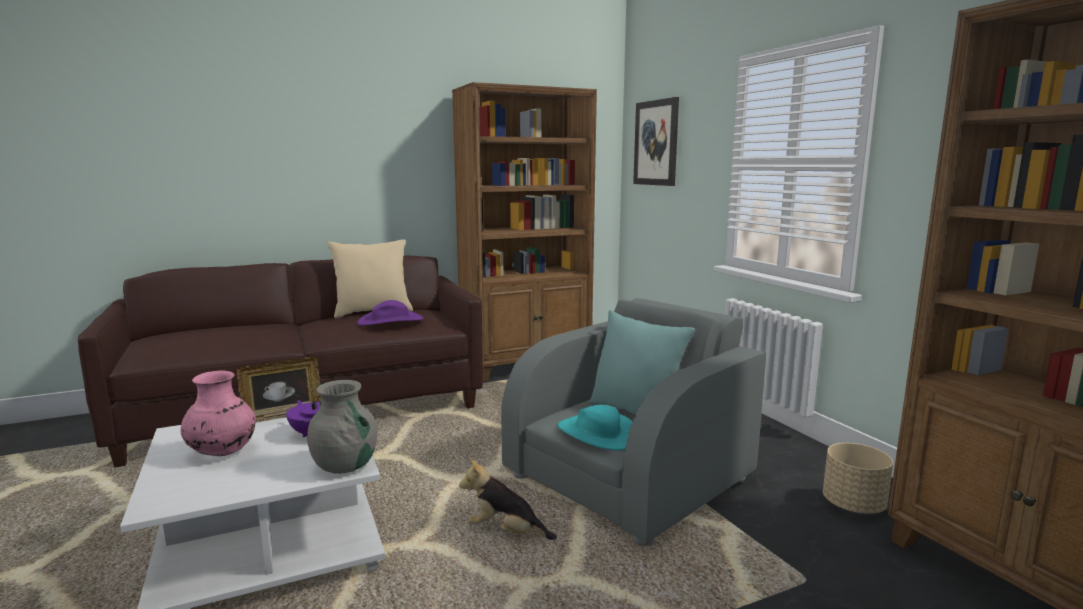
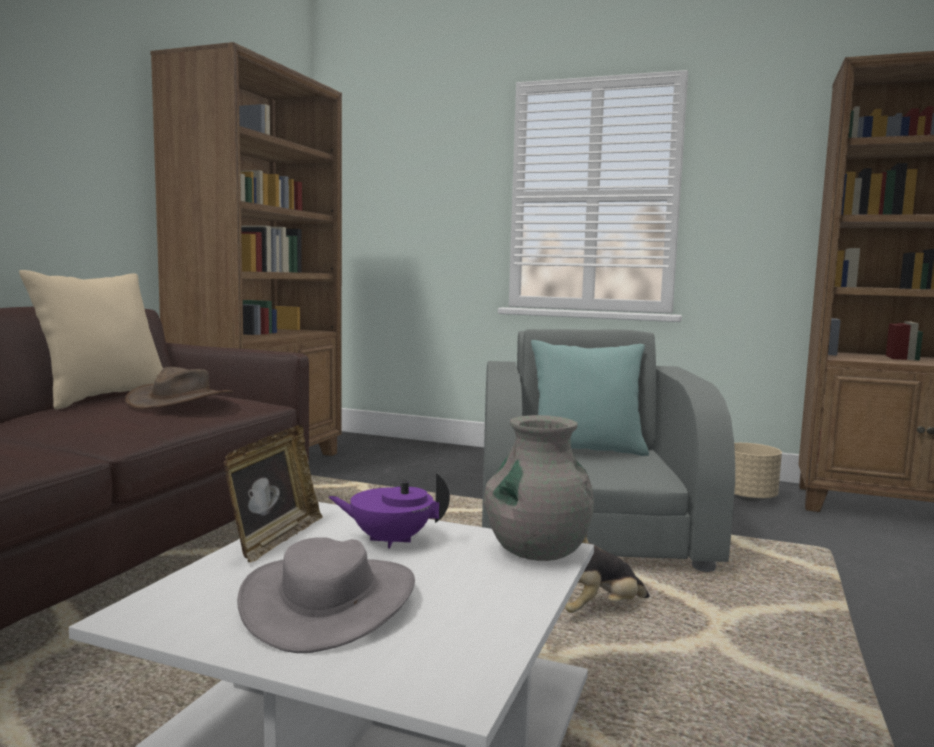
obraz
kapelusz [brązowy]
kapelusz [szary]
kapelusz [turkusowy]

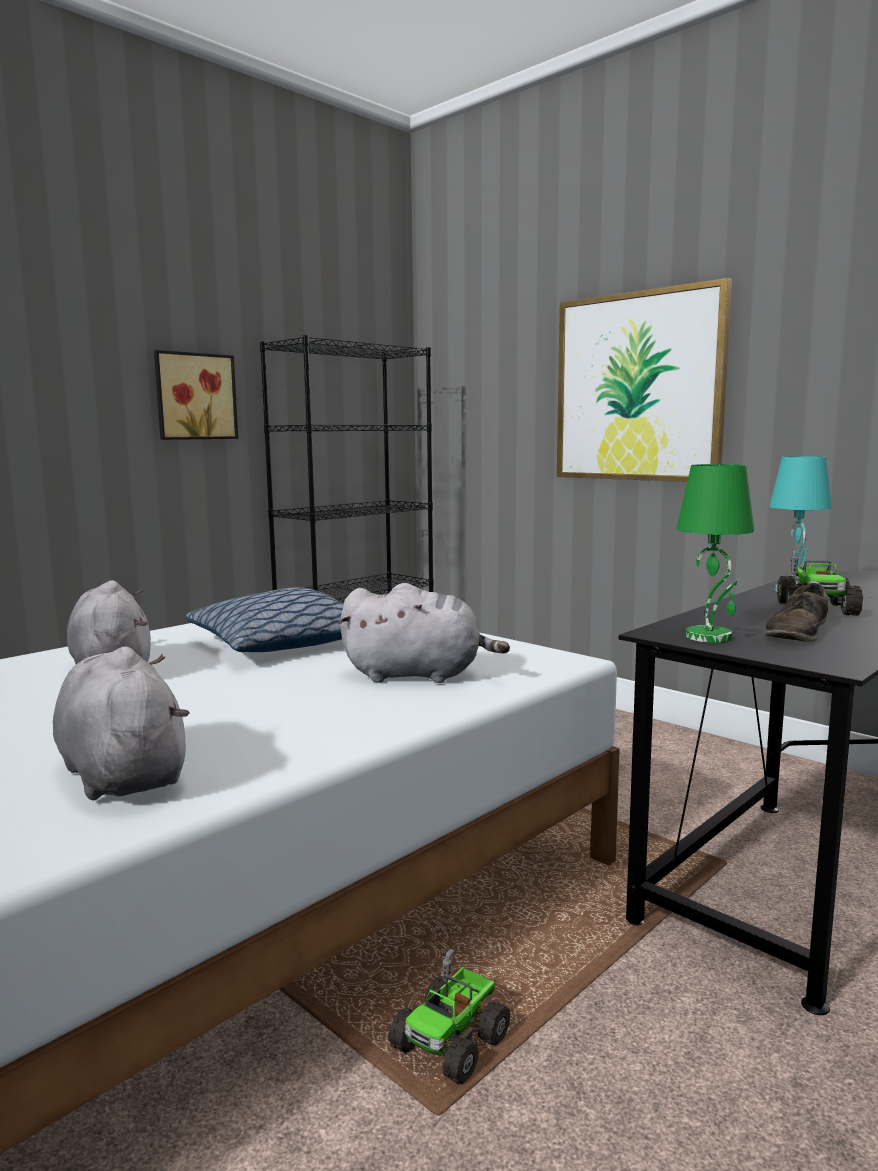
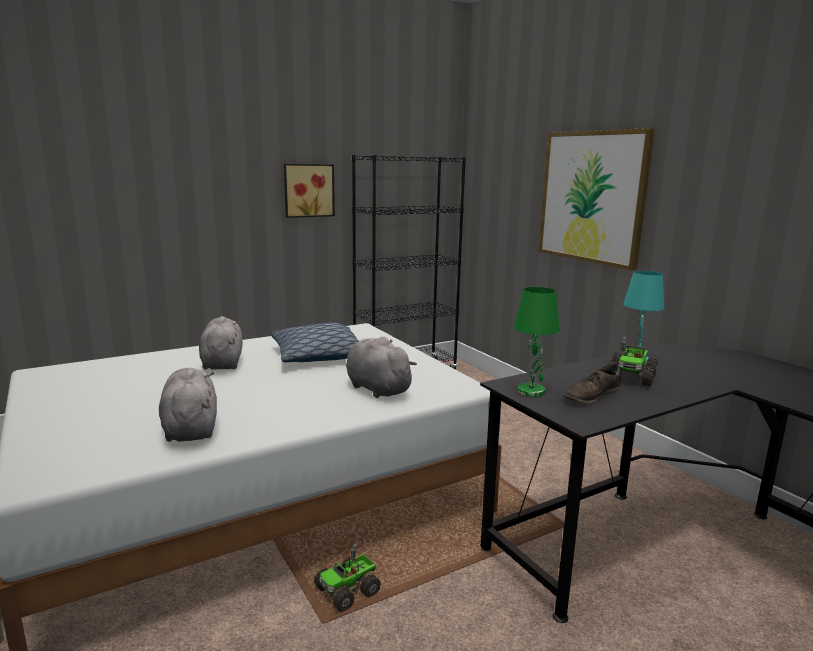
pluszak [szary] (no. 3 from left)

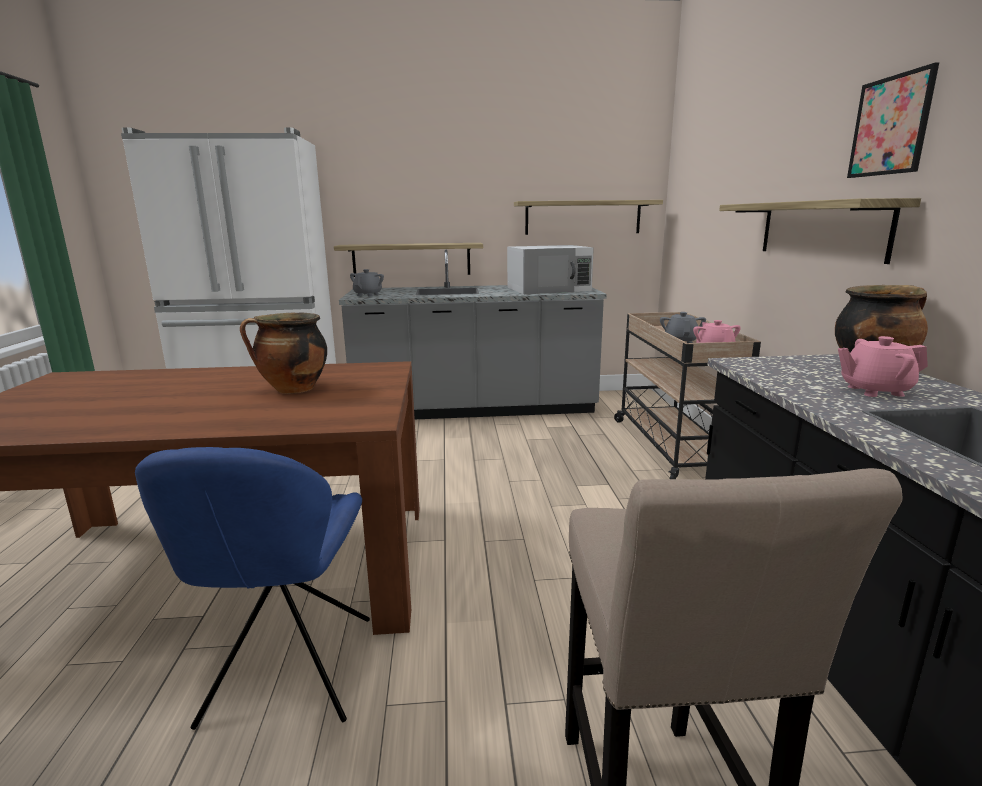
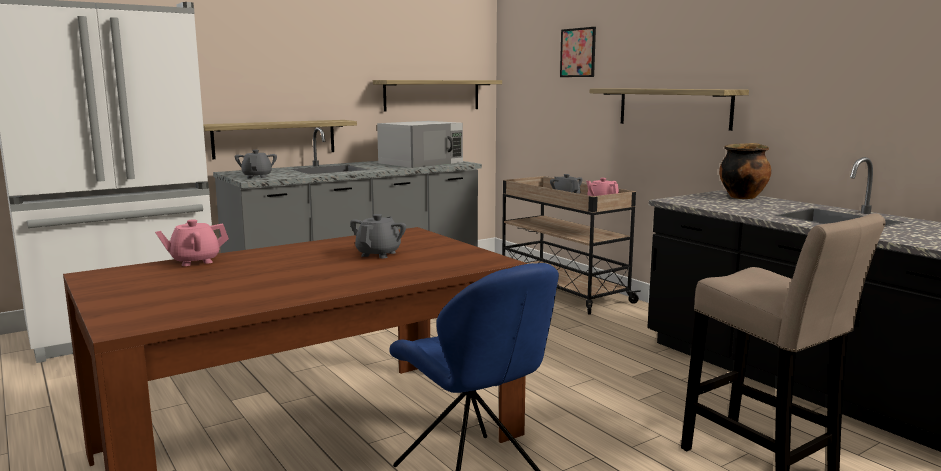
obraz
imbryk [szary] (no. 2 from left)
imbryk [różowy] (no. 1 from left)

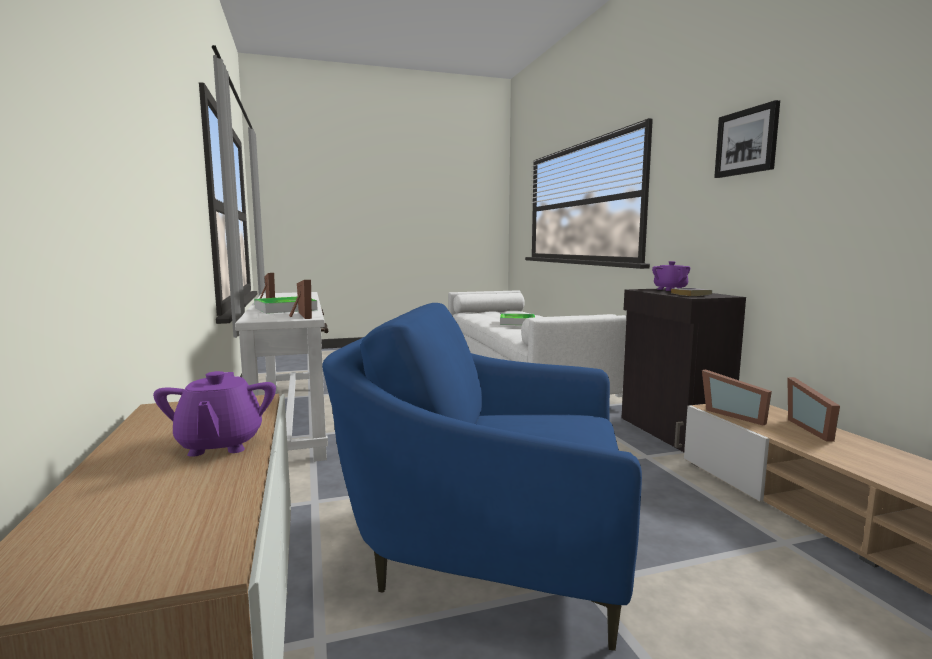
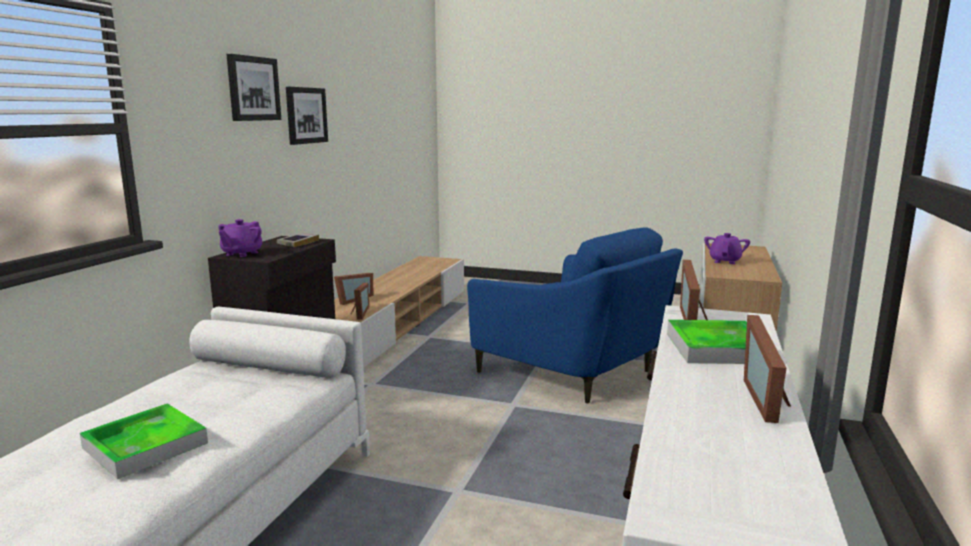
obraz (no. 2 from left)

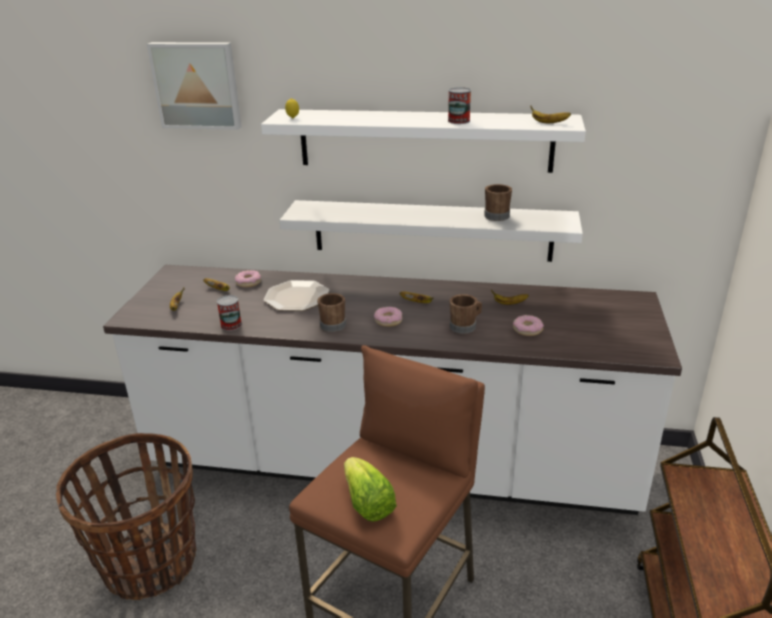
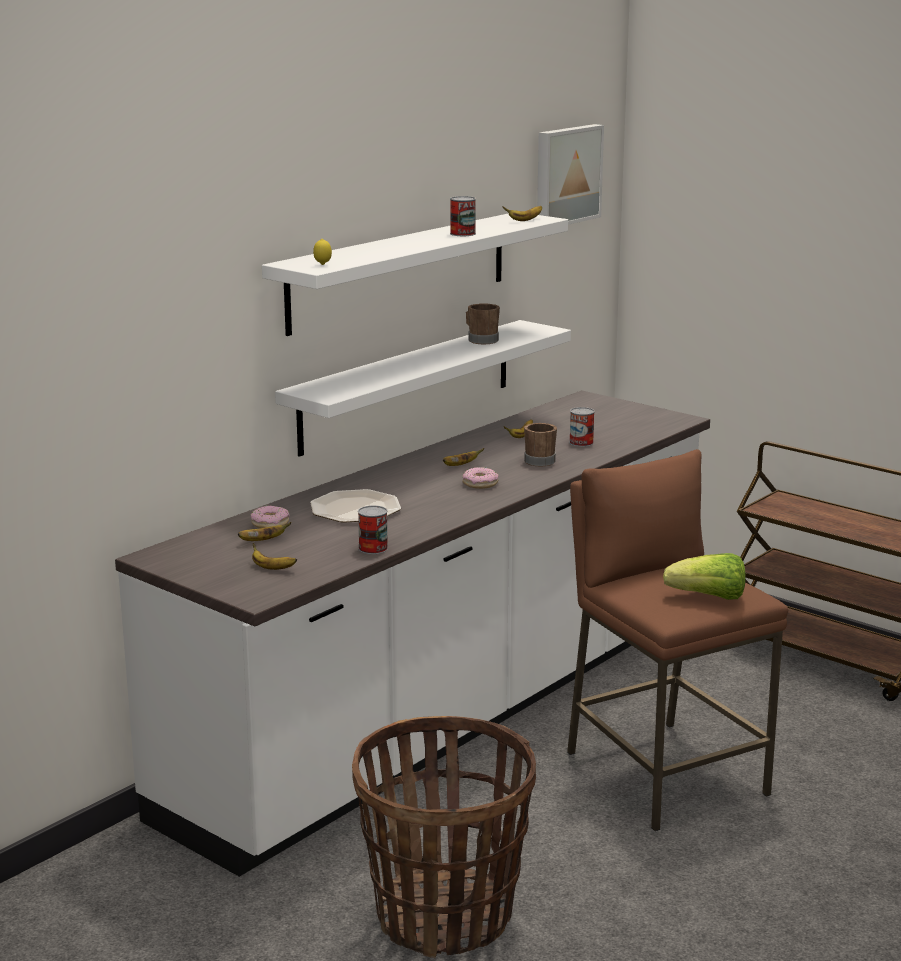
obraz
kubek [brązowy] (no. 1 from left in the first image)
puszka (no. 3 from left)

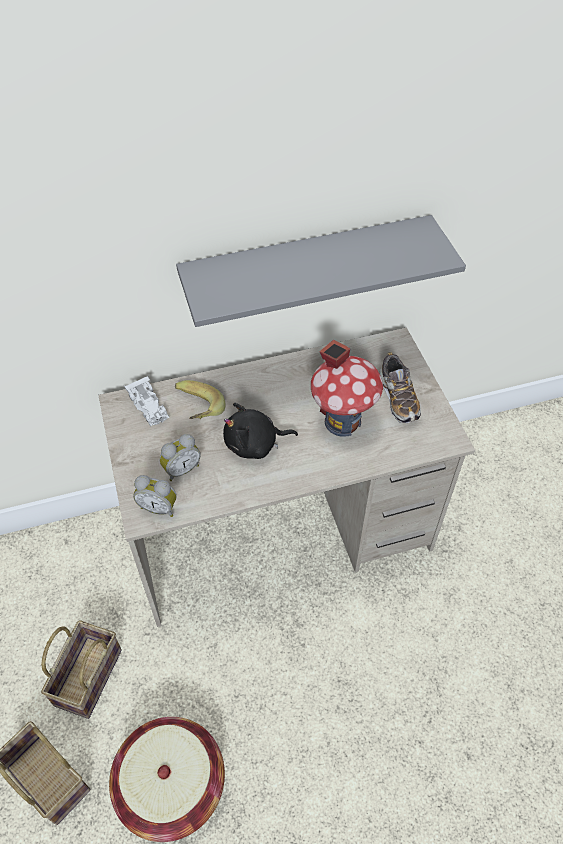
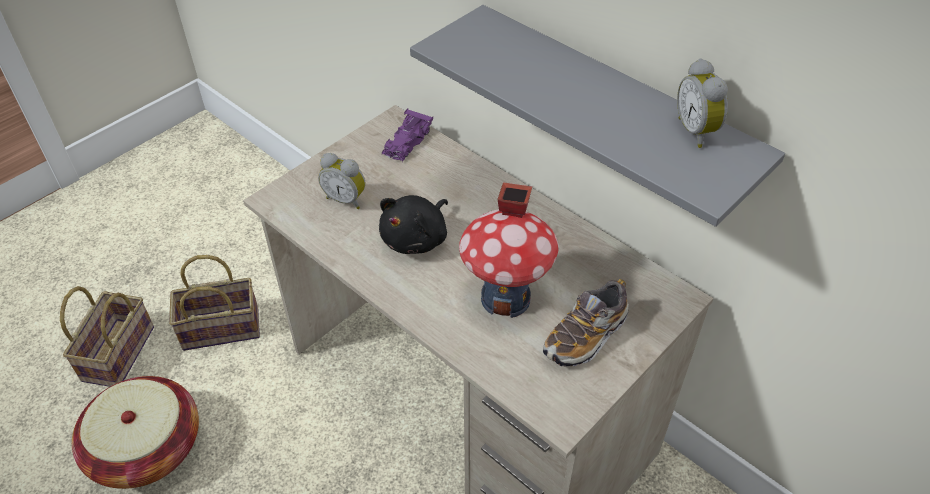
samochodzik [fioletowy]
banan
pluszak [czarny]
budzik (no. 2 from left)

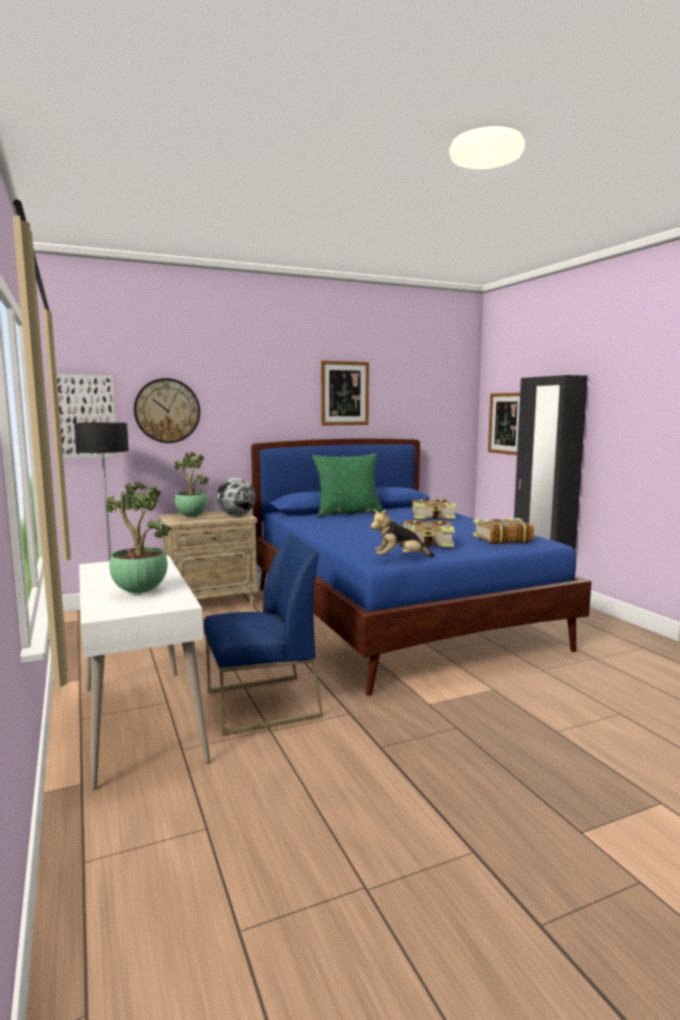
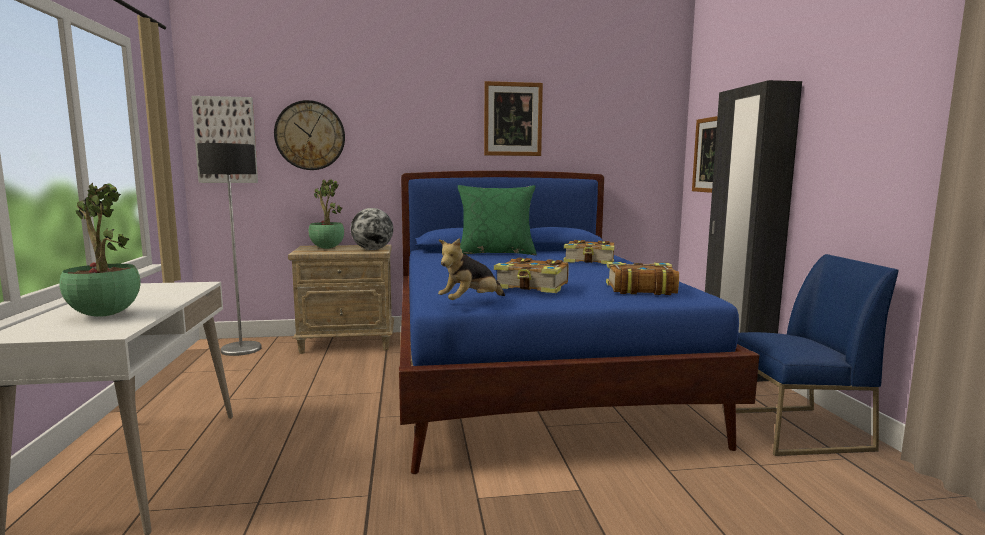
pluszak
krzesło [niebieski]

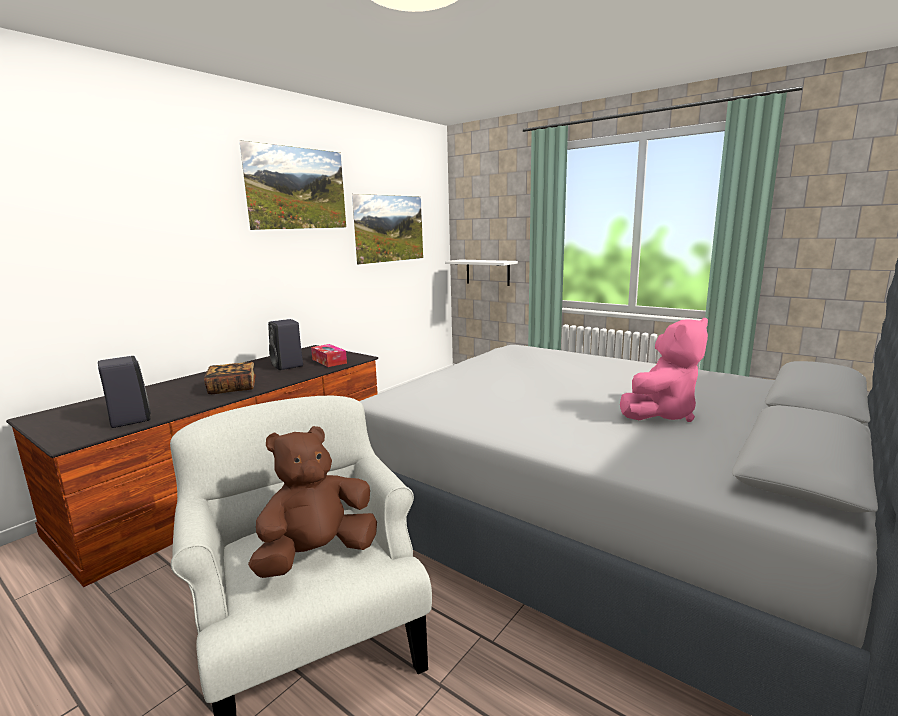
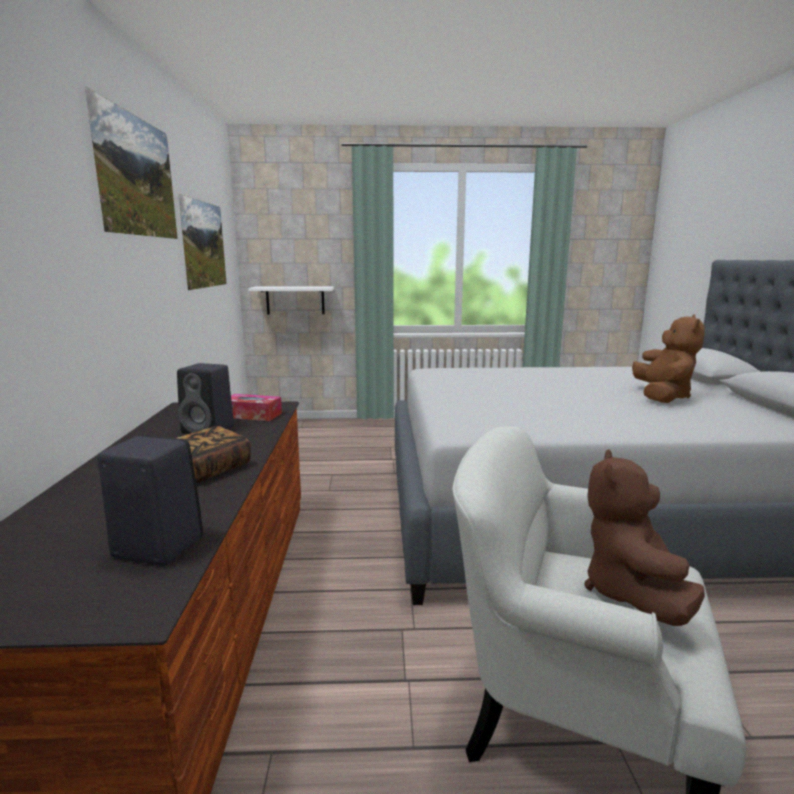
pluszak [brązowy] (no. 2 from left)

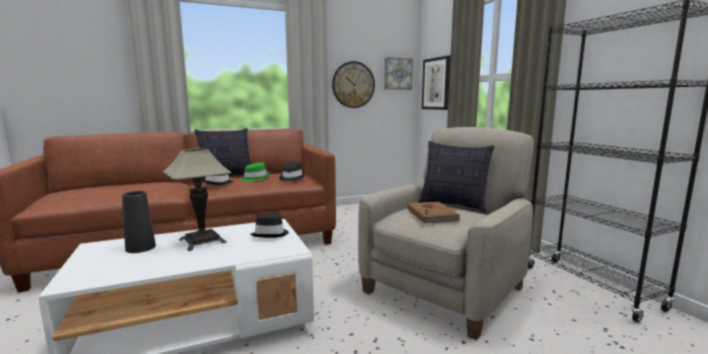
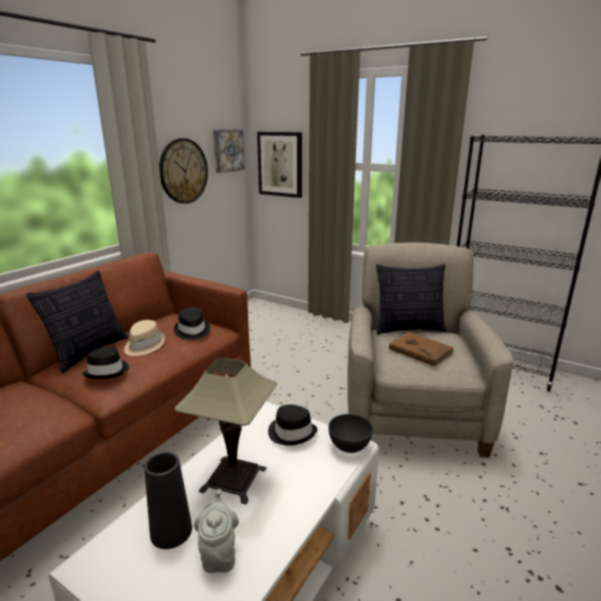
kapelusz [beżowy]
miska [szary]
imbryk [szary]

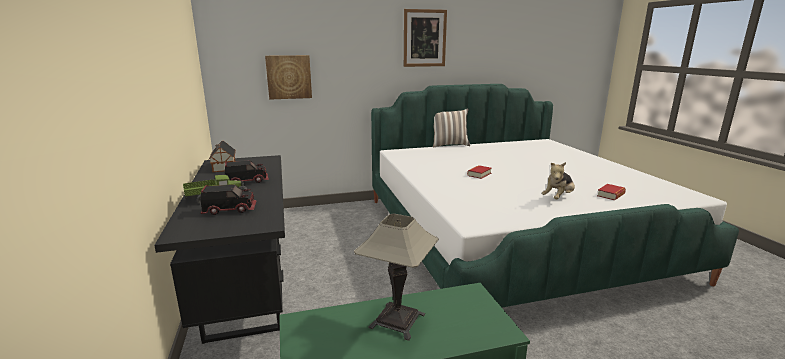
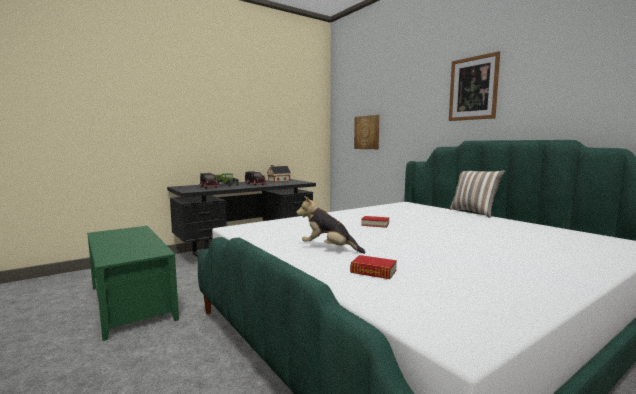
lampa stołowa

